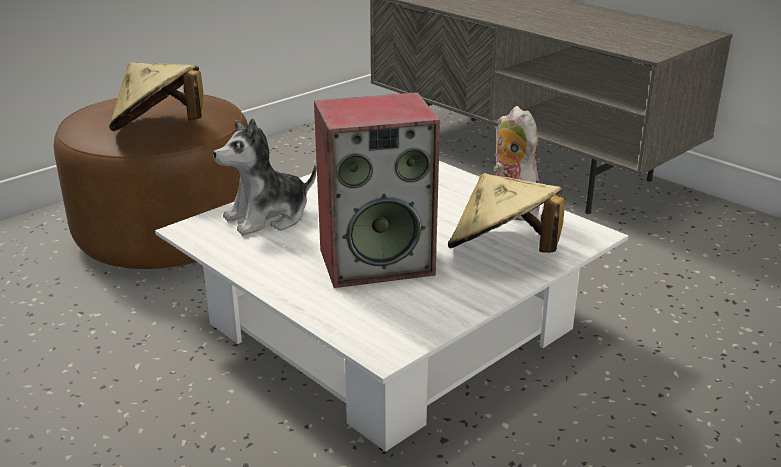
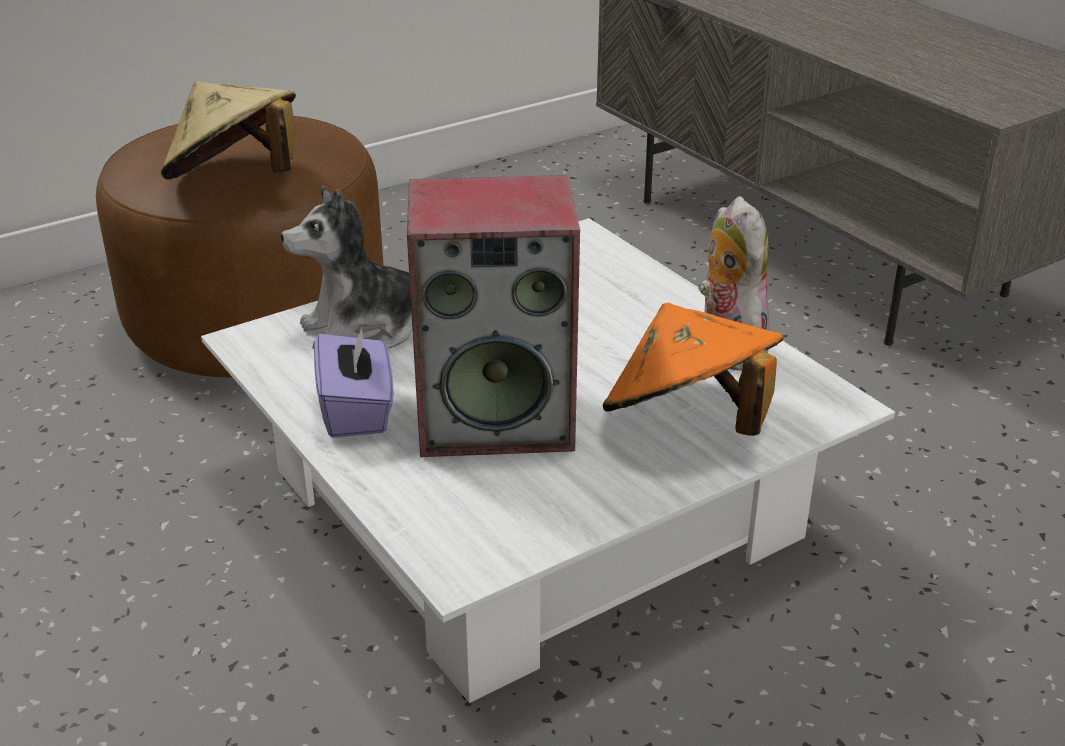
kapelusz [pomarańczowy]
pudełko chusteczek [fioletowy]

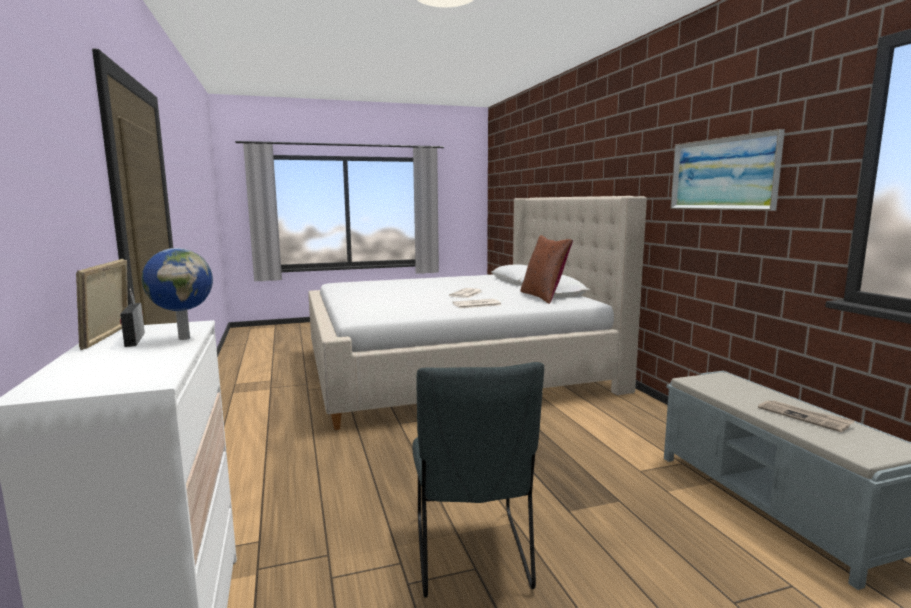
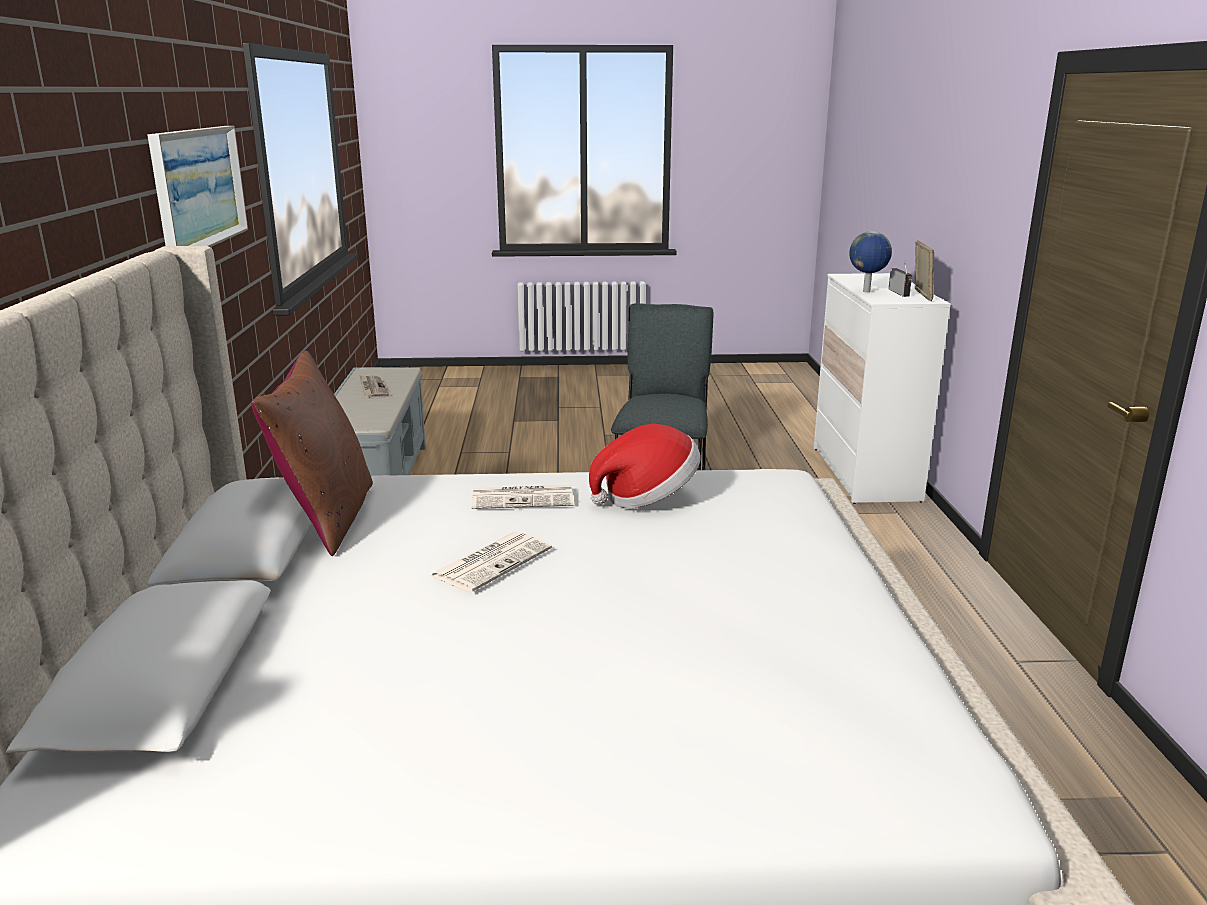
kapelusz

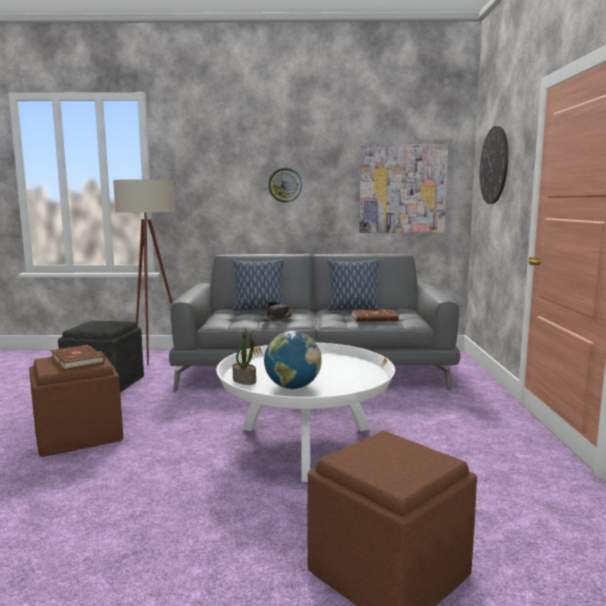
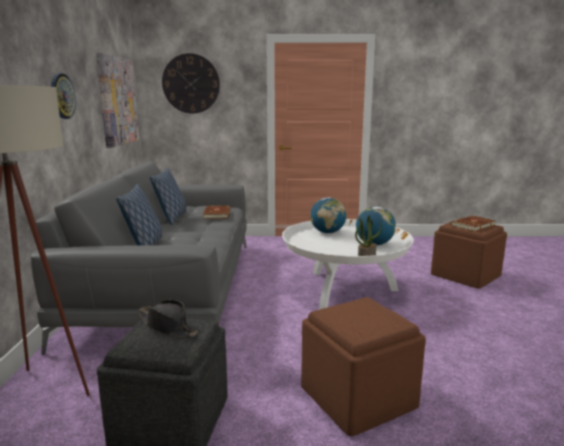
kapelusz [czarny]
książka [brązowy] (no. 2 from left)
globus (no. 1 from left)

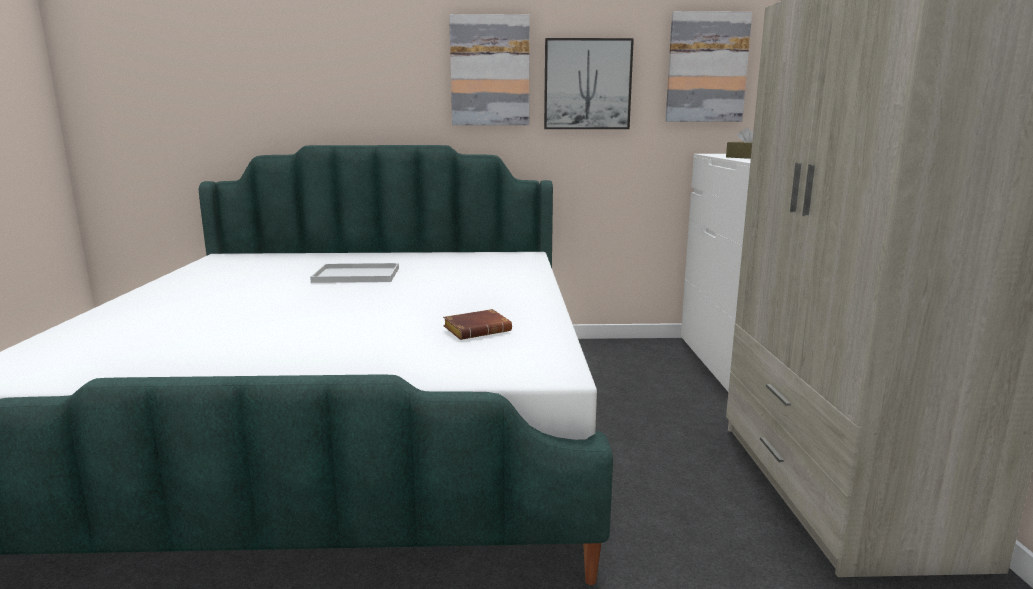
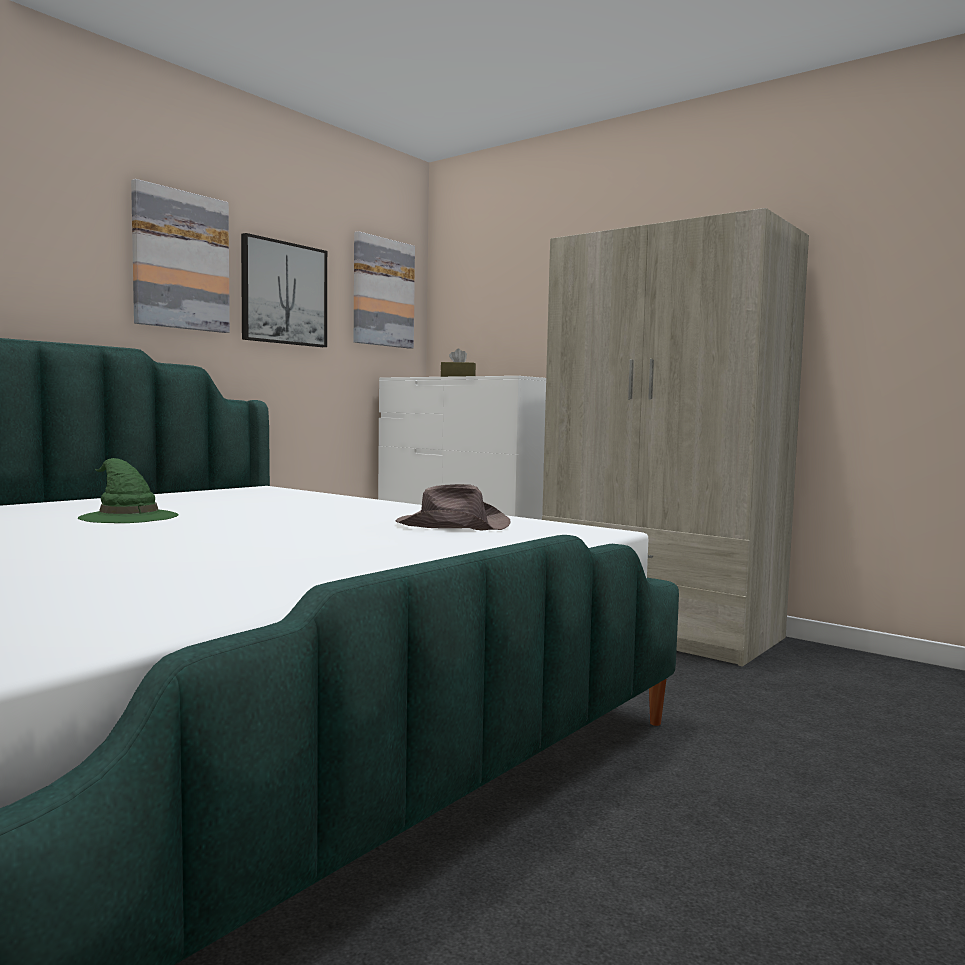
kapelusz [zielony]
kapelusz [brązowy]

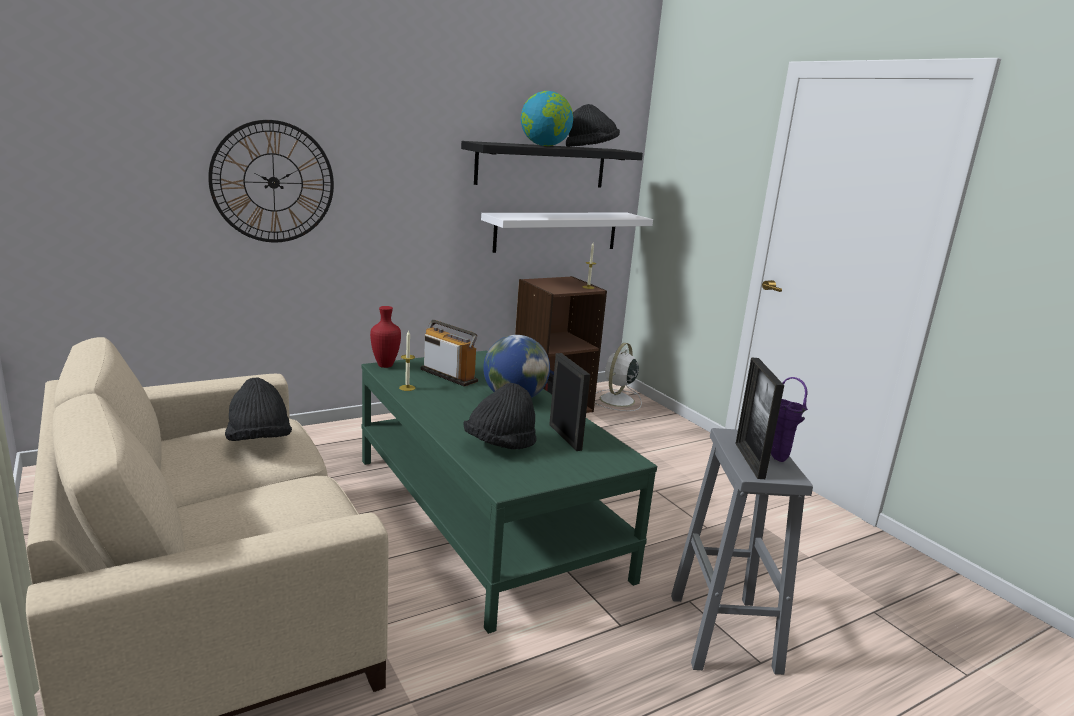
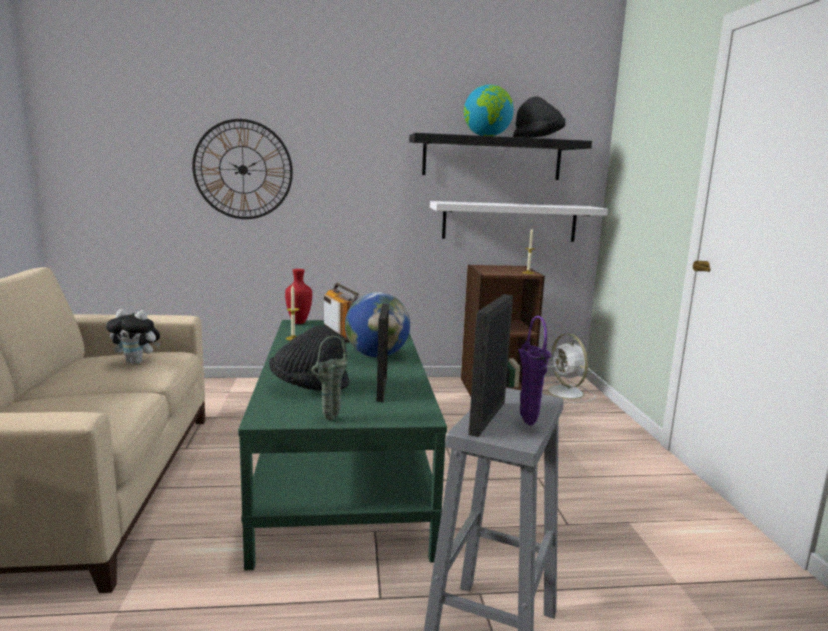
wentylator [biały]
pluszak
wazon [zielony]

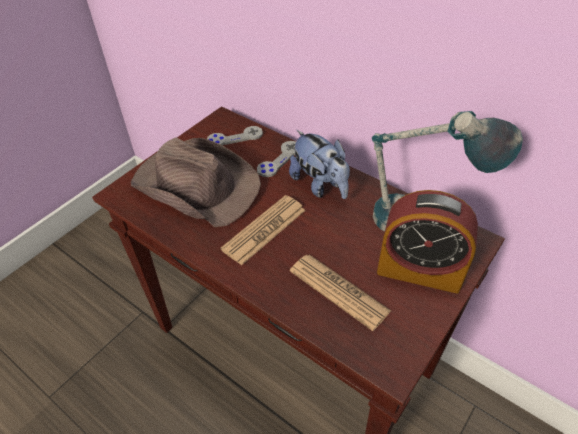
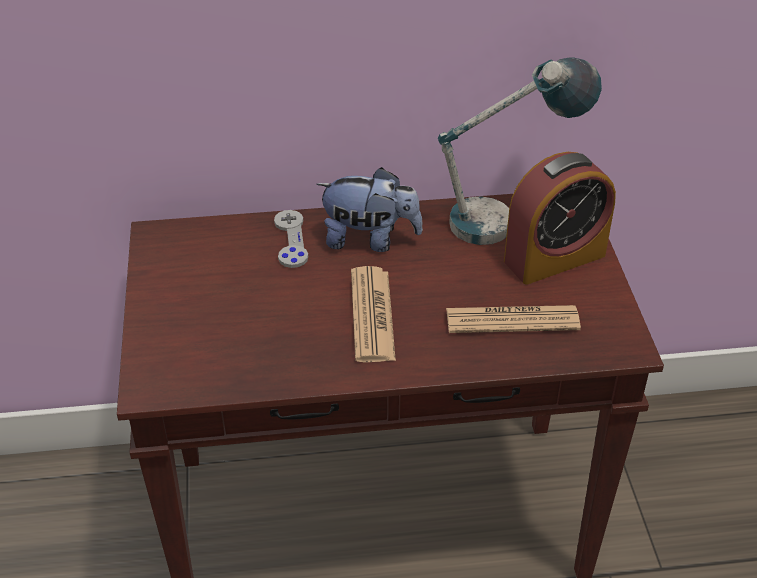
pad do gier [szary] (no. 1 from left in the first image)
kapelusz [brązowy]

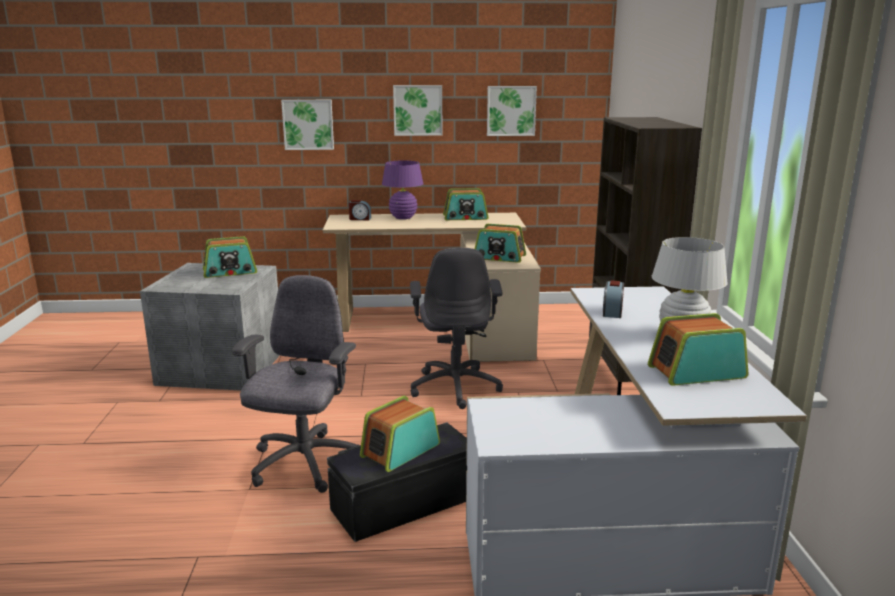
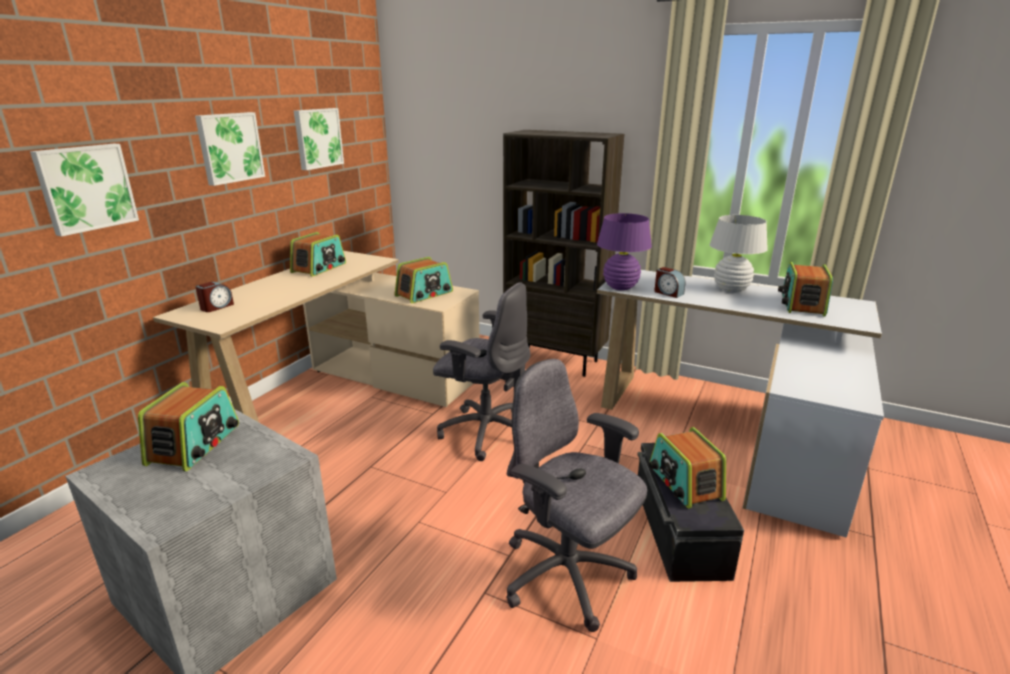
lampa stołowa [fioletowy]

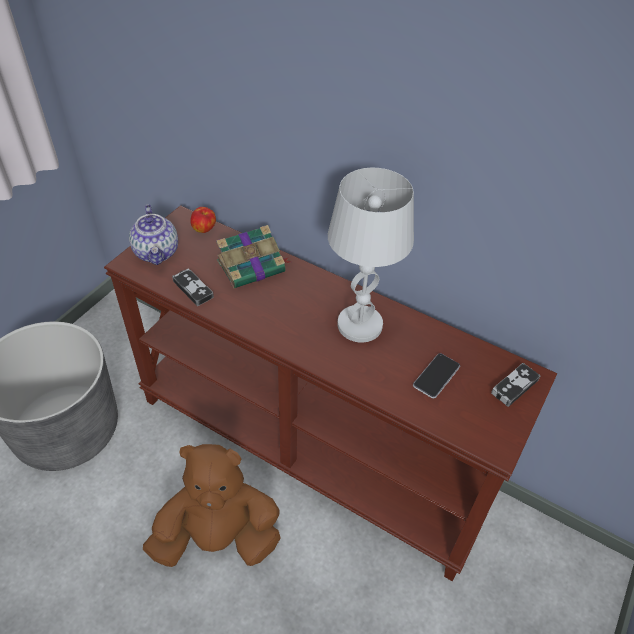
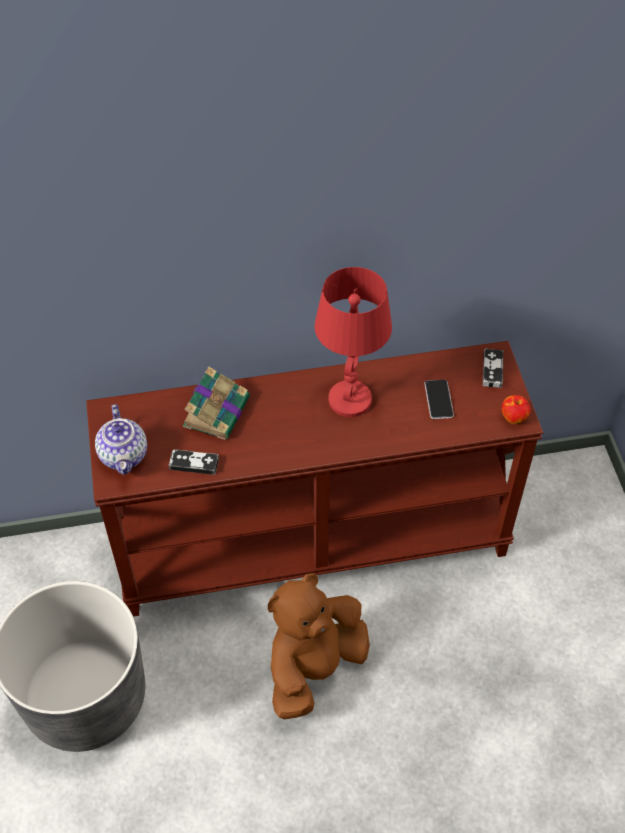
lampa stołowa [czerwony]
imbryk
jabłko

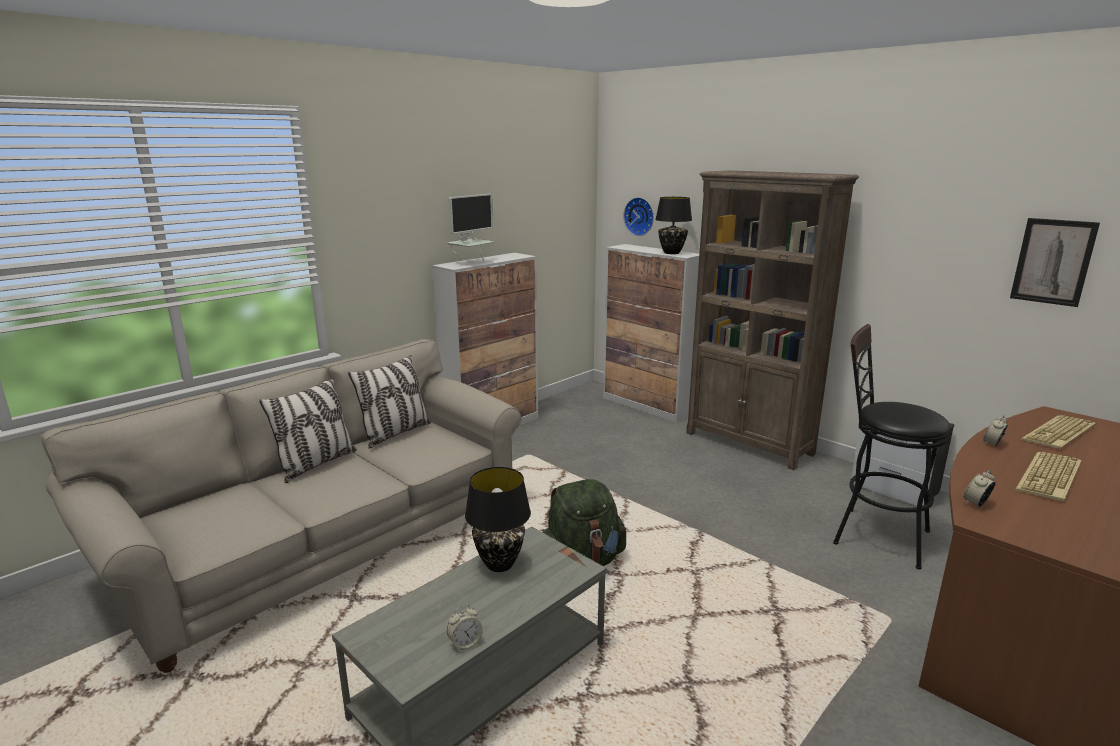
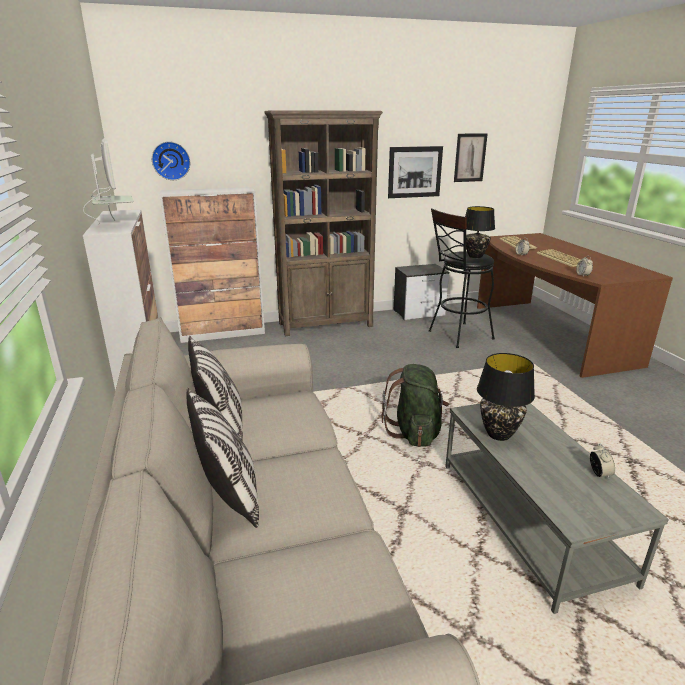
lampa stołowa [czarny] (no. 1 from left)
obraz (no. 1 from left)

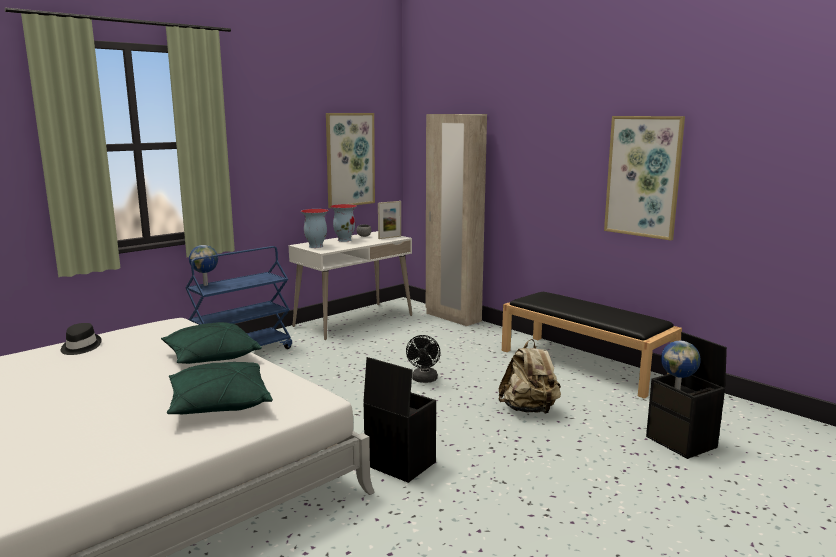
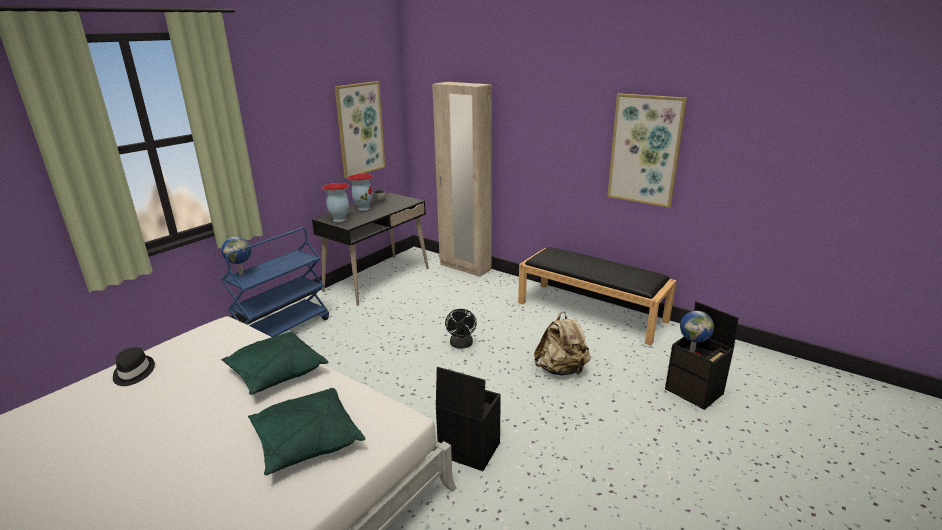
ramka na zdjęcie
biurko [czarny]

